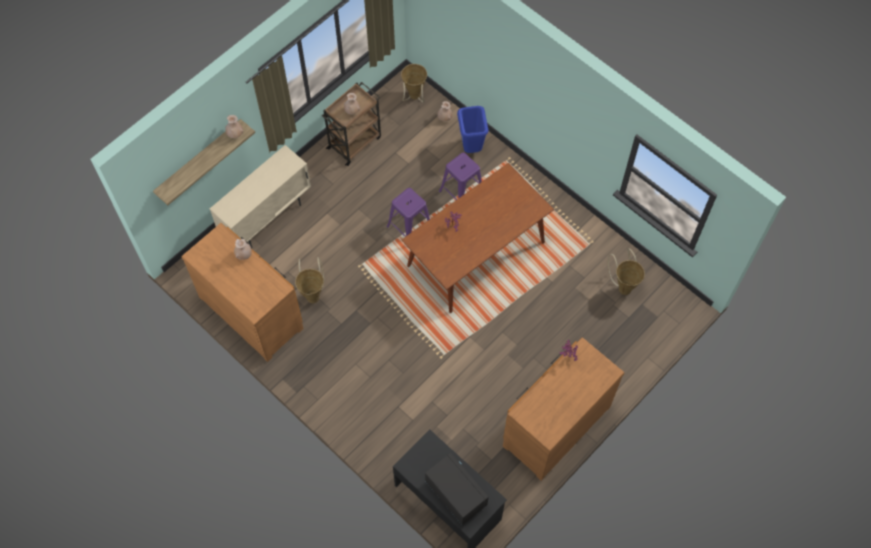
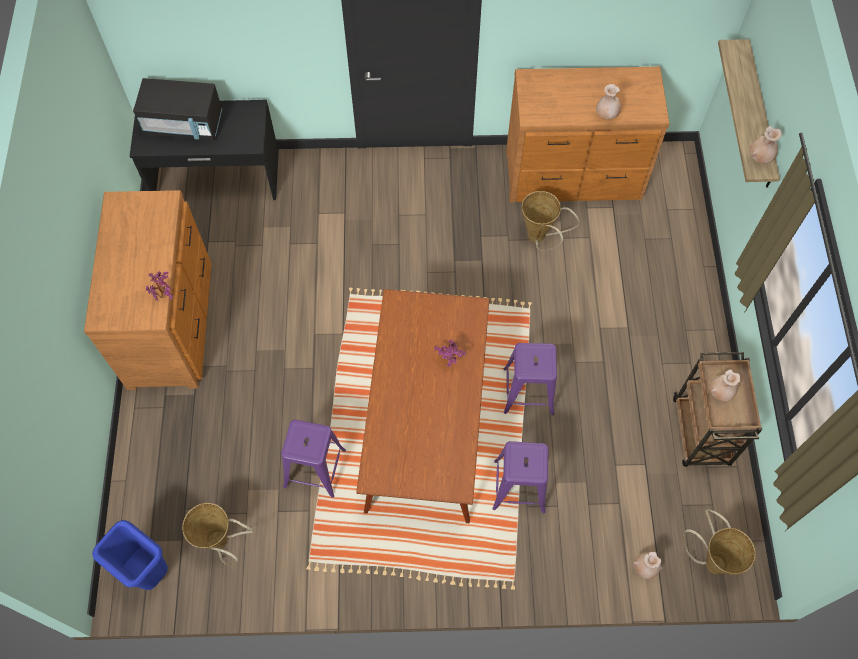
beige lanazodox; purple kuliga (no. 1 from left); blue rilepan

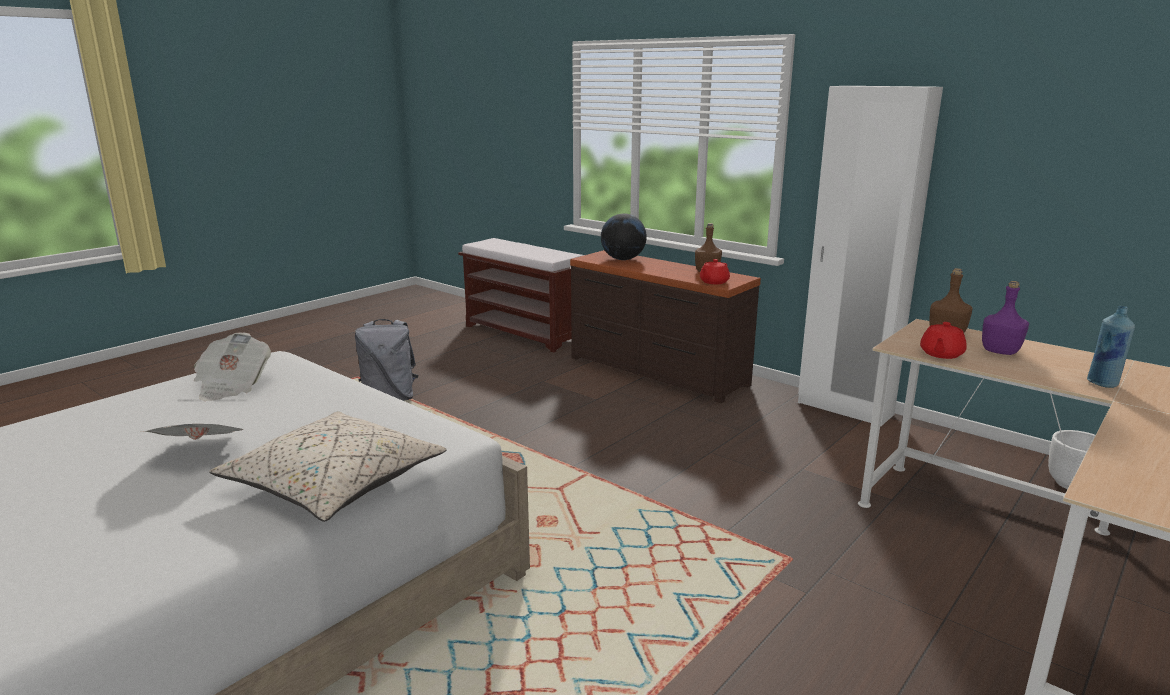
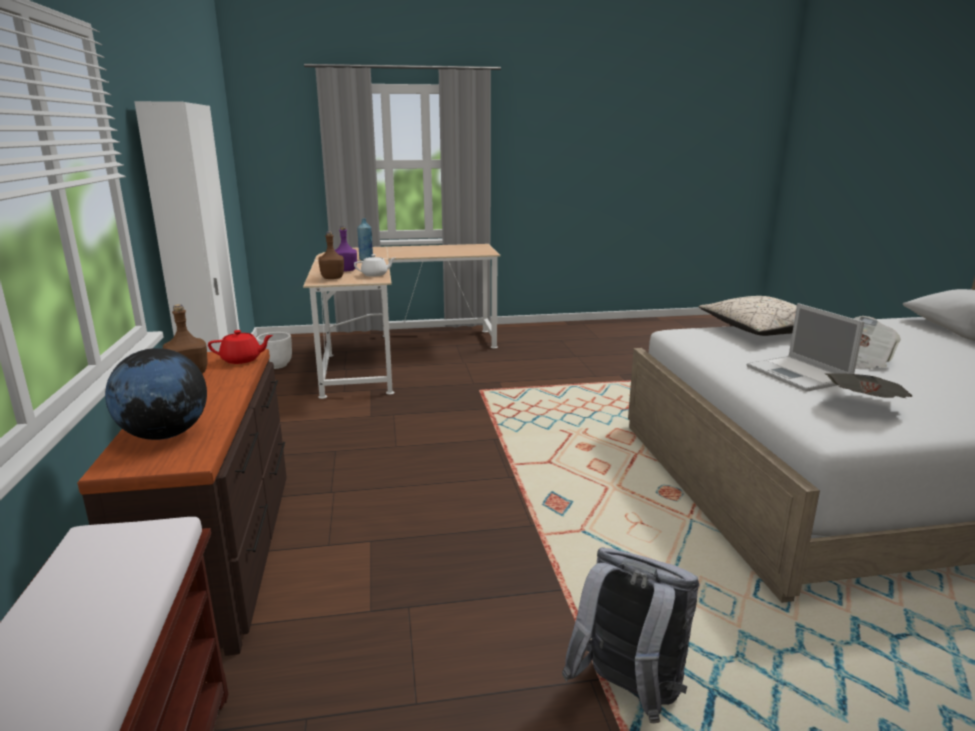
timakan; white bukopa

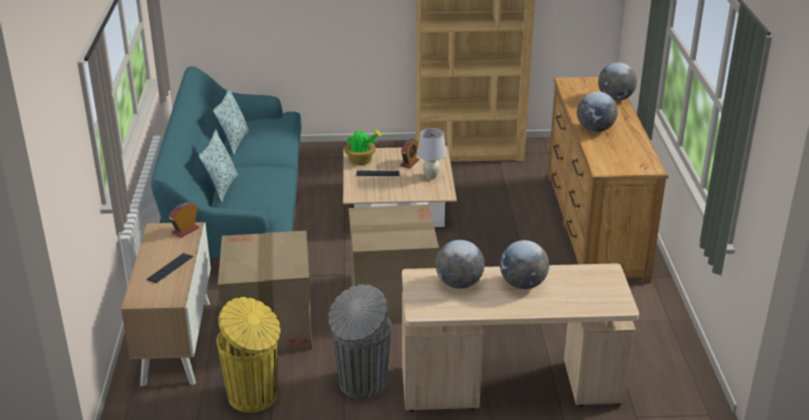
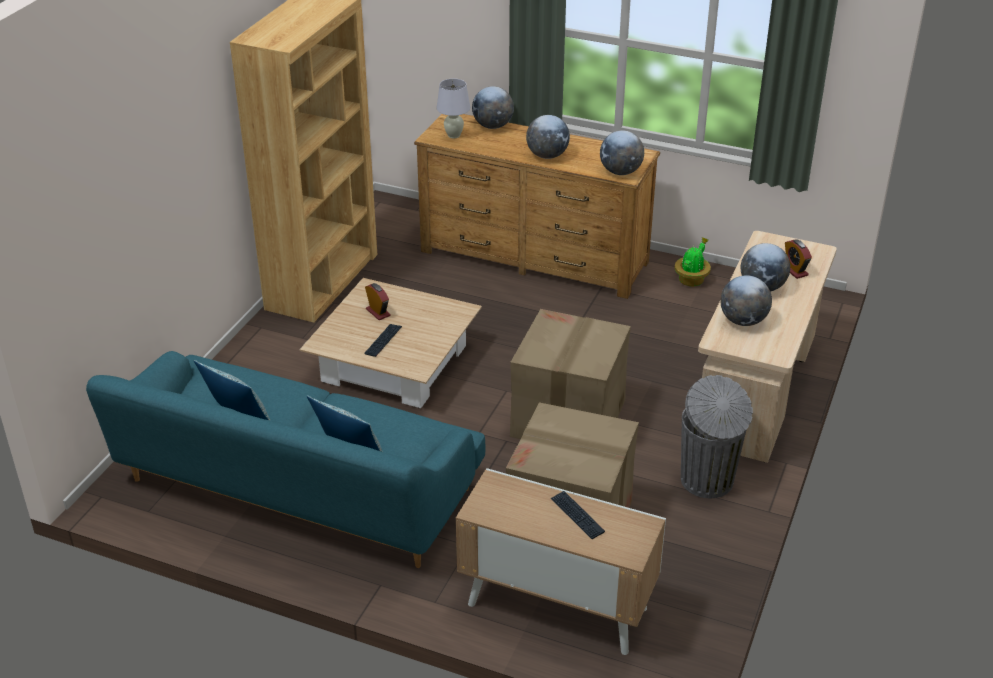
yellow rilepan; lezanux (no. 3 from left); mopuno (no. 2 from left); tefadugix; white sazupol

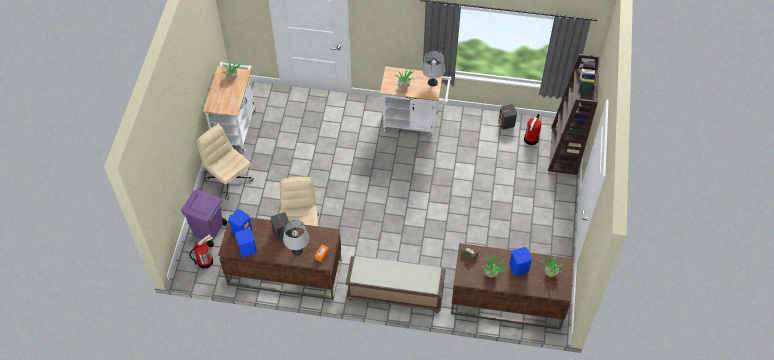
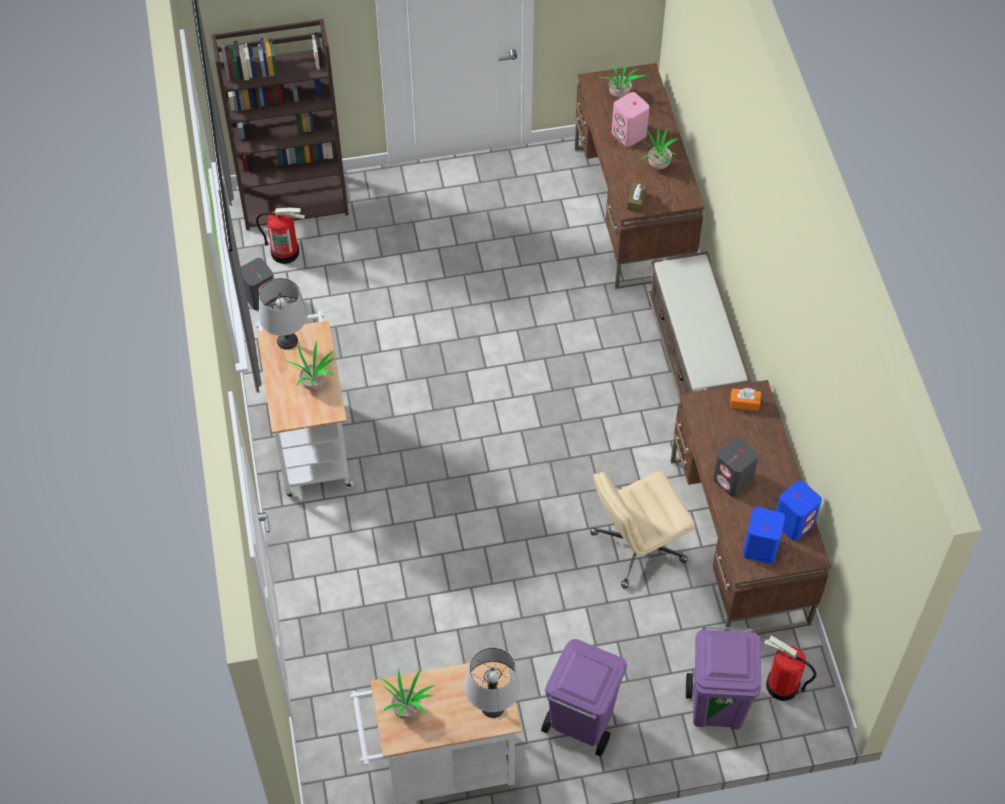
grey sazupol (no. 2 from left); purple rilepan (no. 1 from left); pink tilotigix

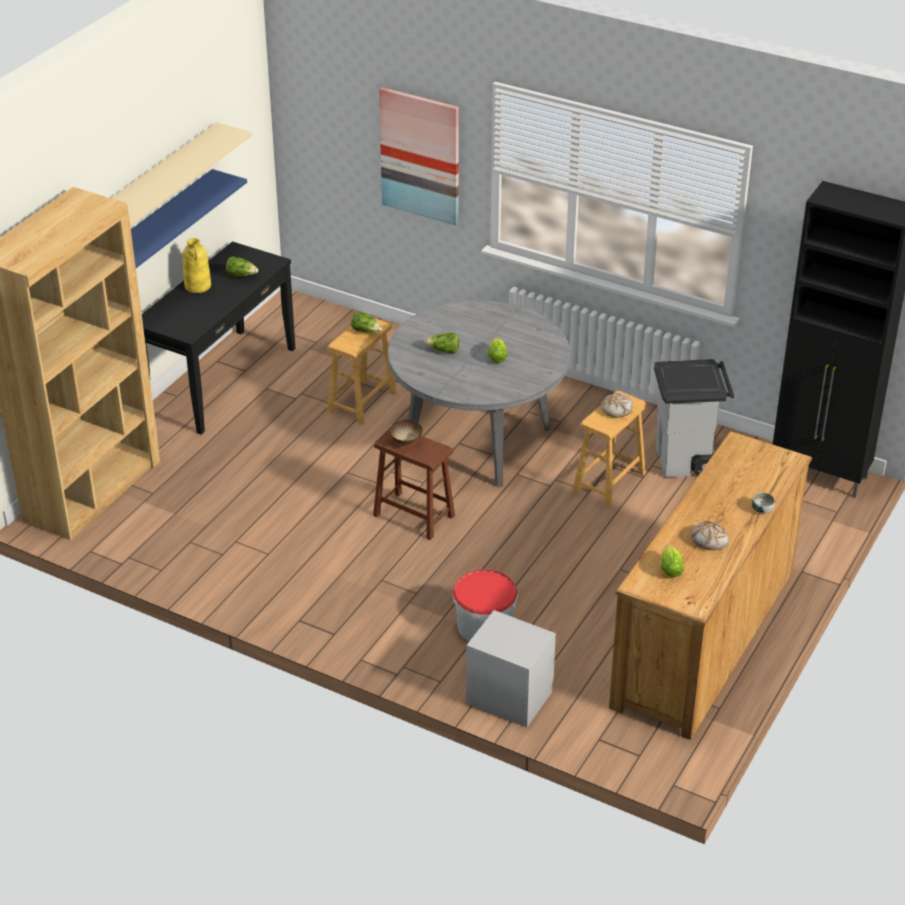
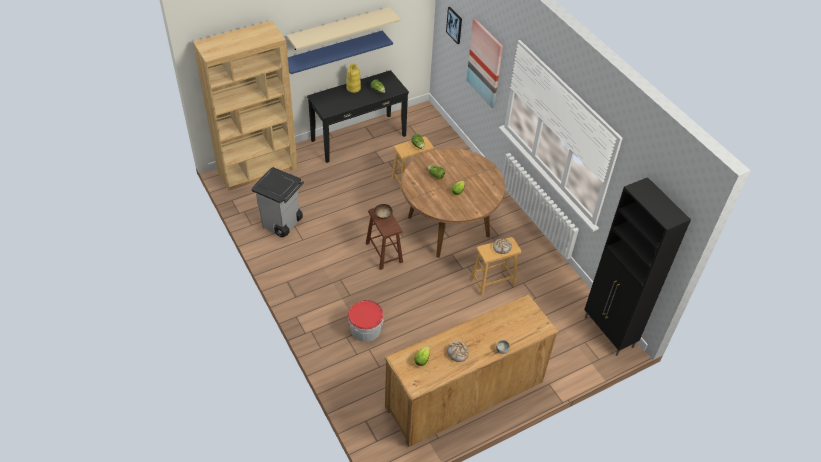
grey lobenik; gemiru (no. 1 from left); grey rilepan; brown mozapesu

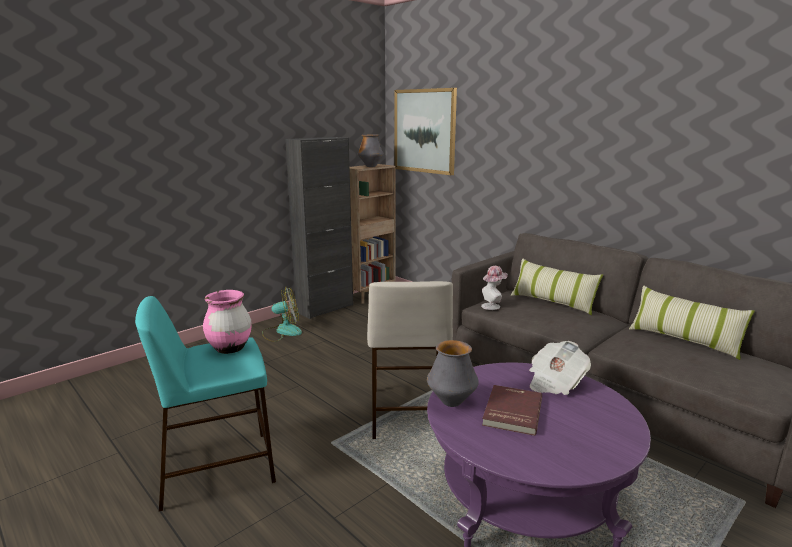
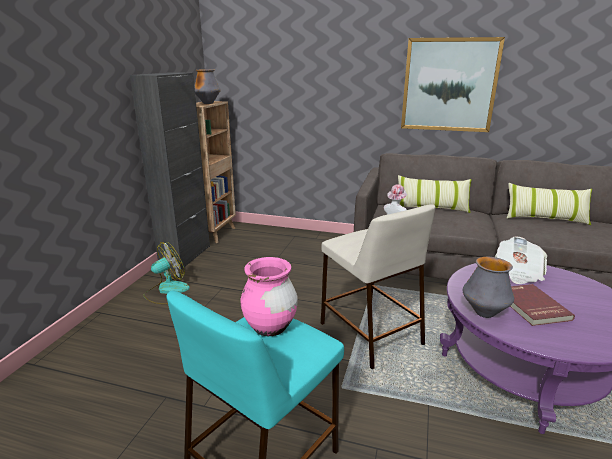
gemiru

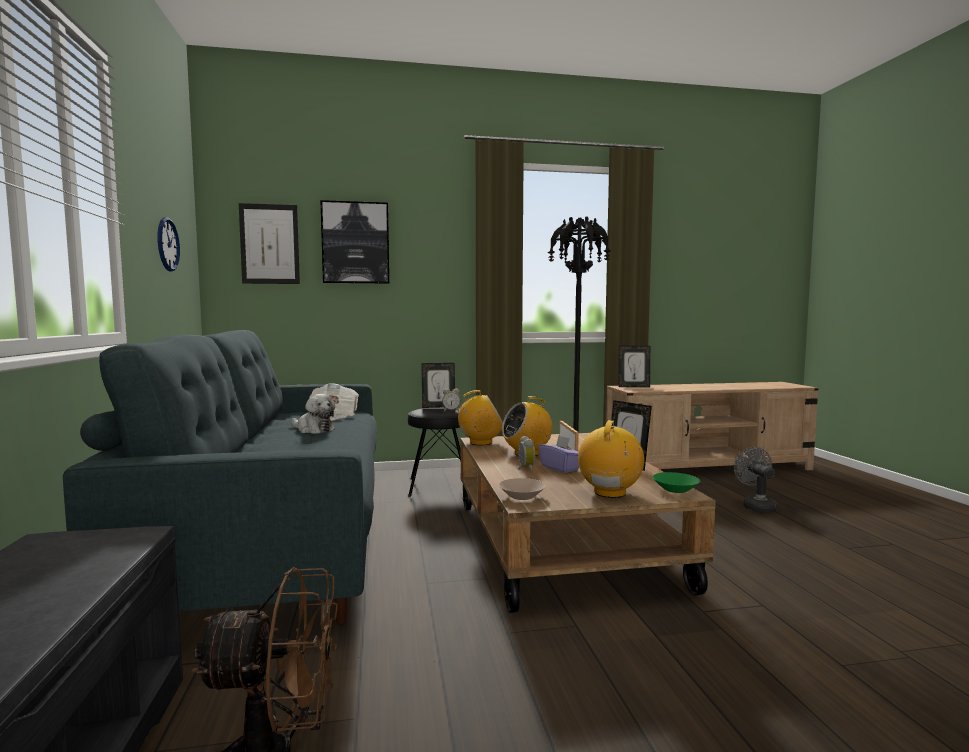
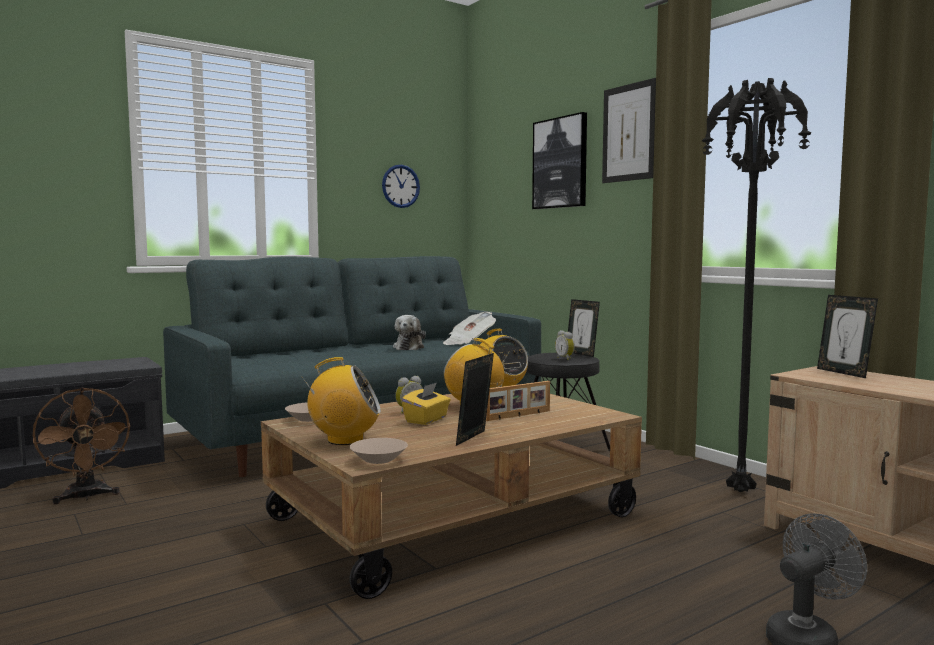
gemiru (no. 2 from left); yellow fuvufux; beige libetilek (no. 2 from left)

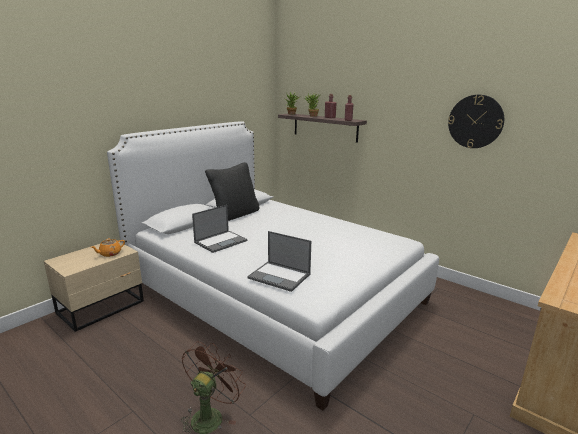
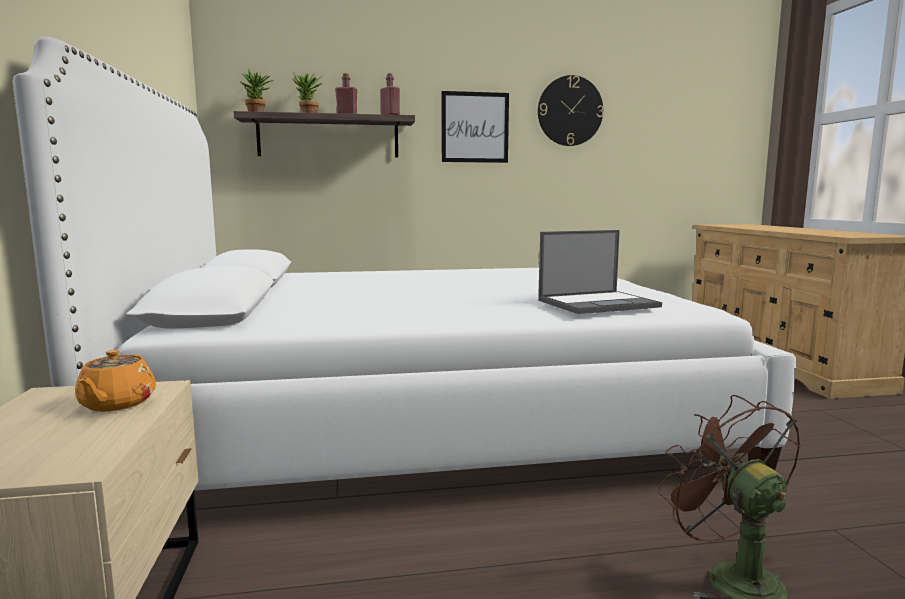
timakan (no. 1 from left in the first image); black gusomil; gemiru

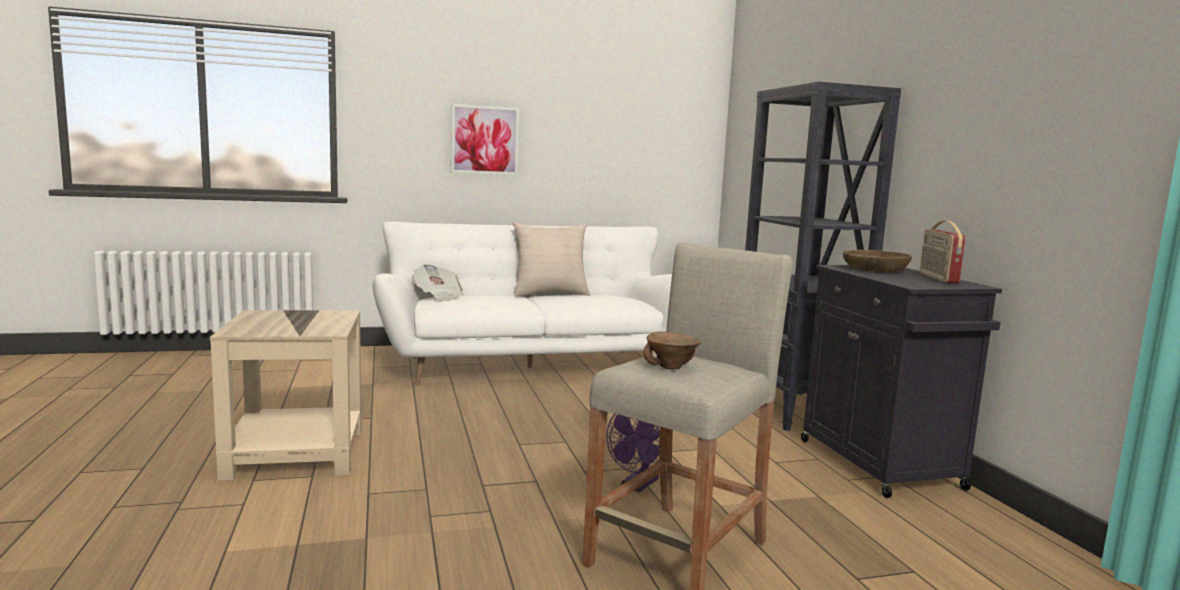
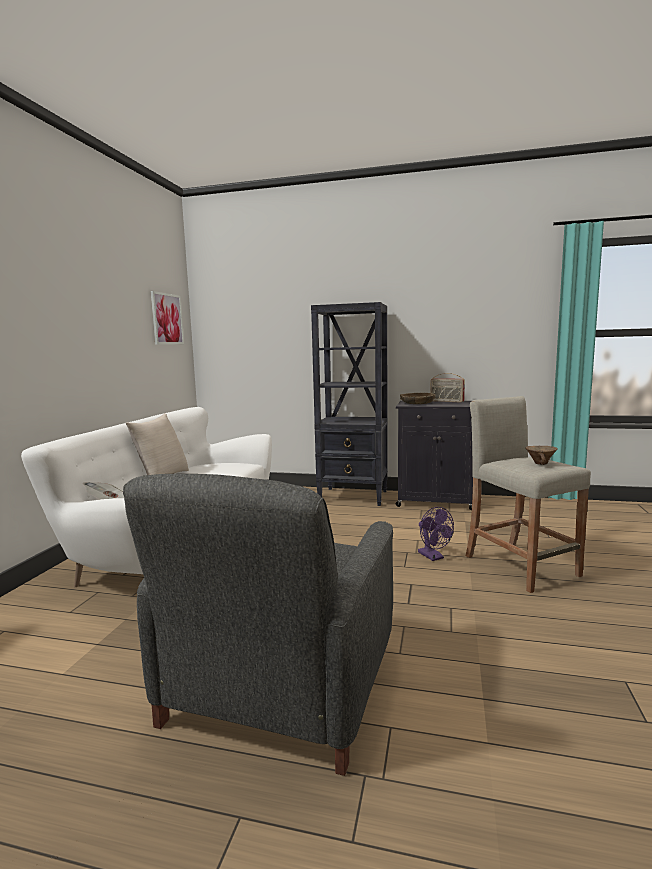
gemiru; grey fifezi

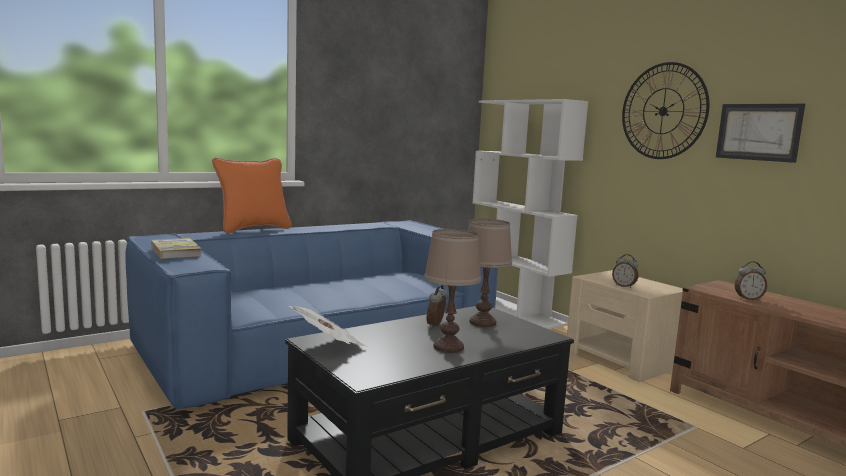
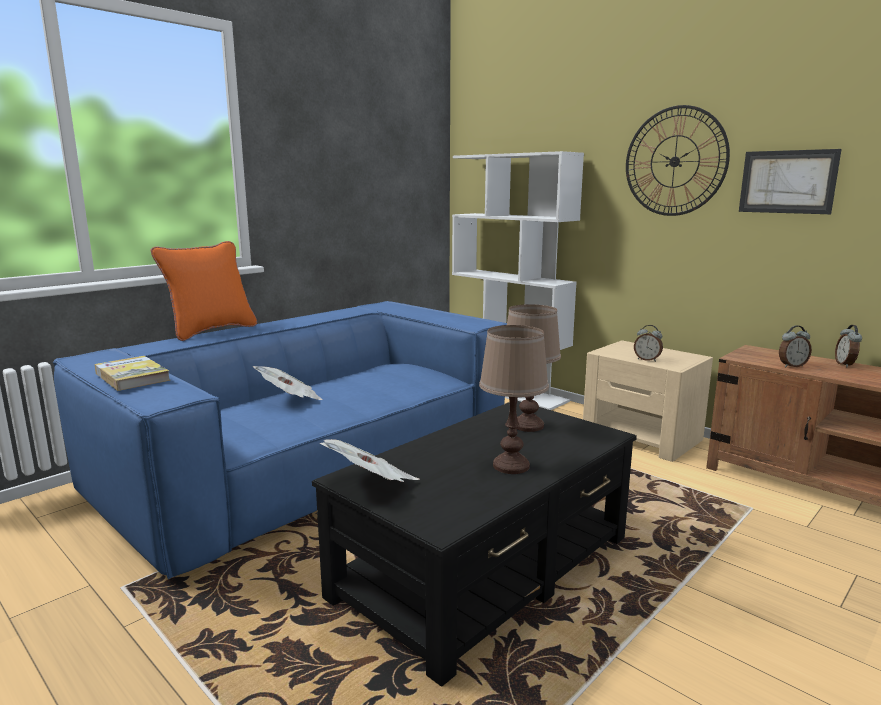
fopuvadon (no. 1 from left); mopuno (no. 3 from left)

